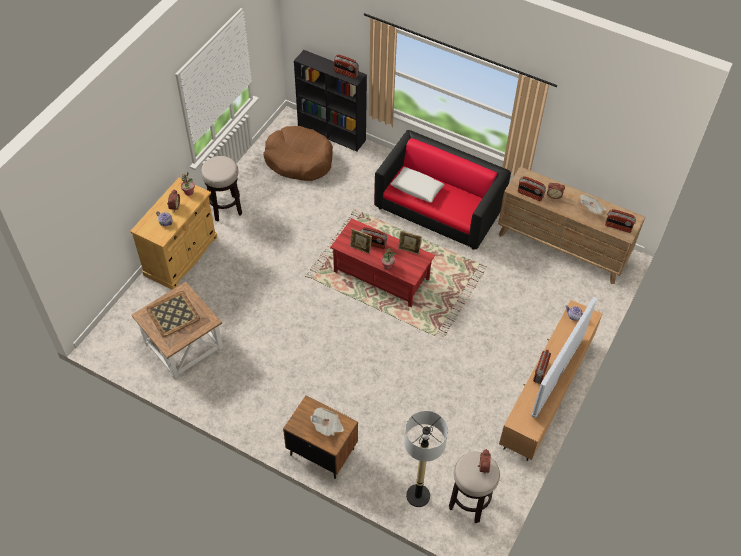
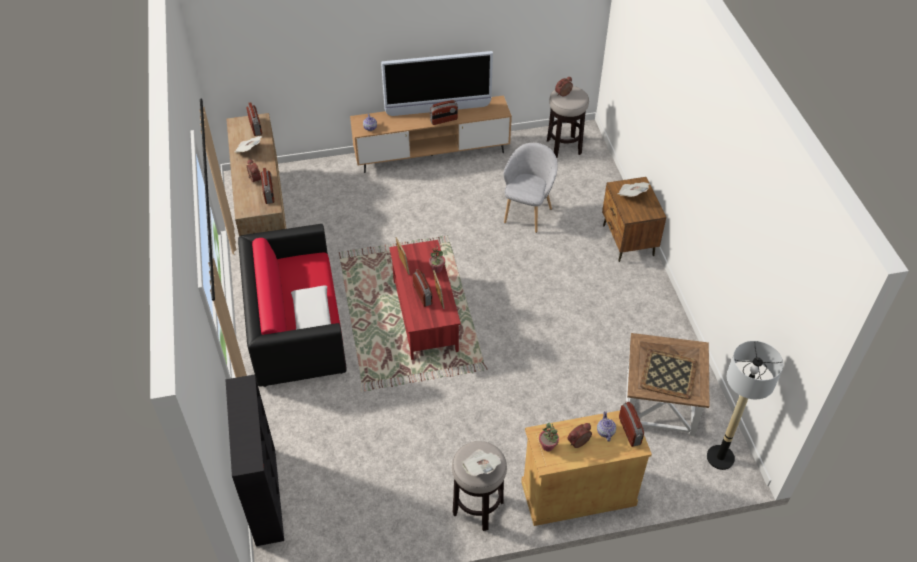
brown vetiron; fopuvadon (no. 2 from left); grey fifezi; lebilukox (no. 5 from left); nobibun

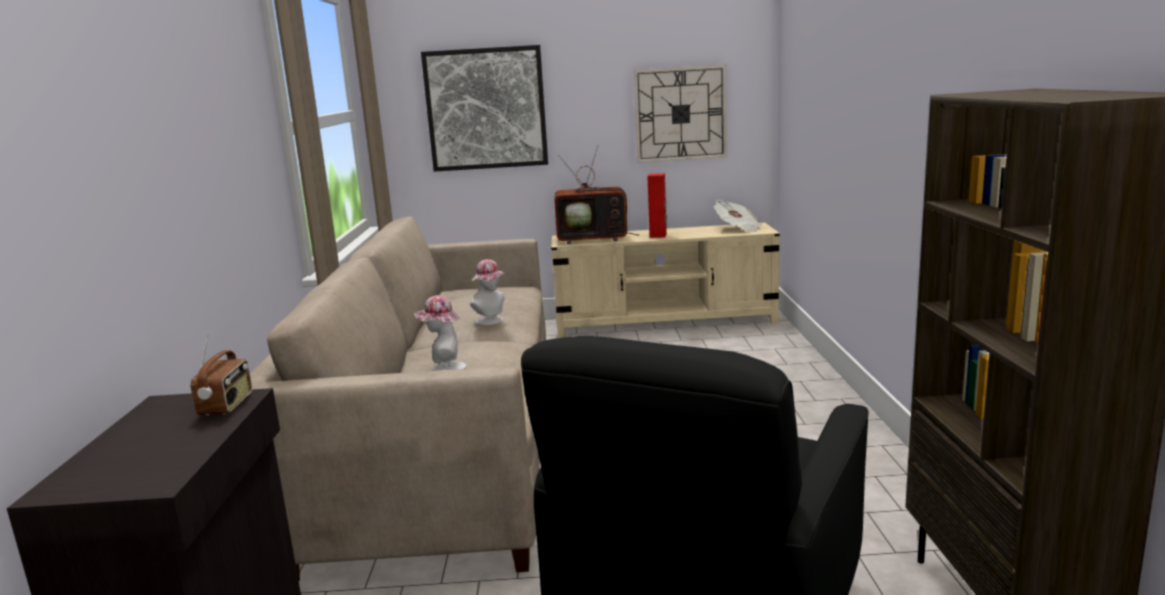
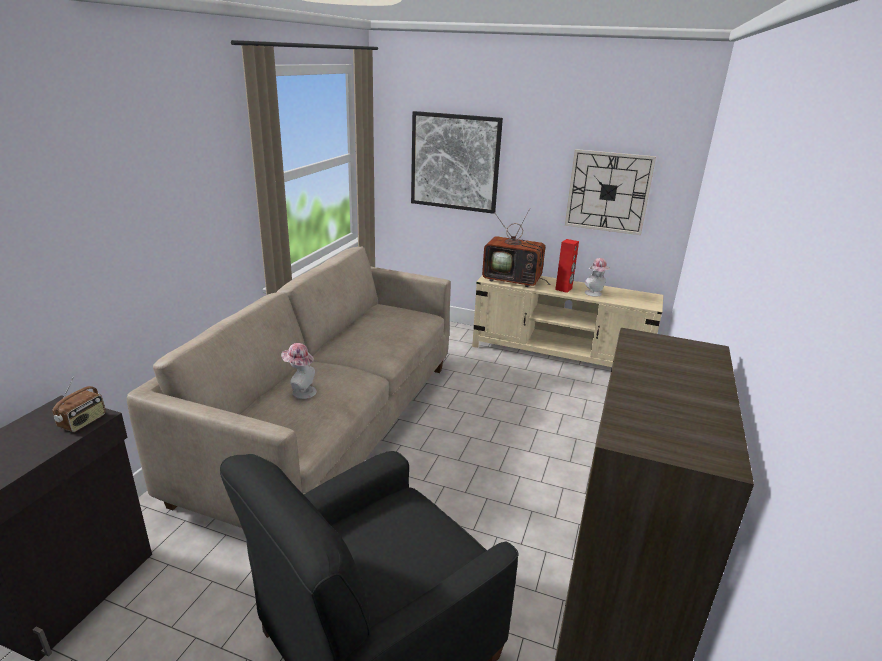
fopuvadon; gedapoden (no. 2 from left)

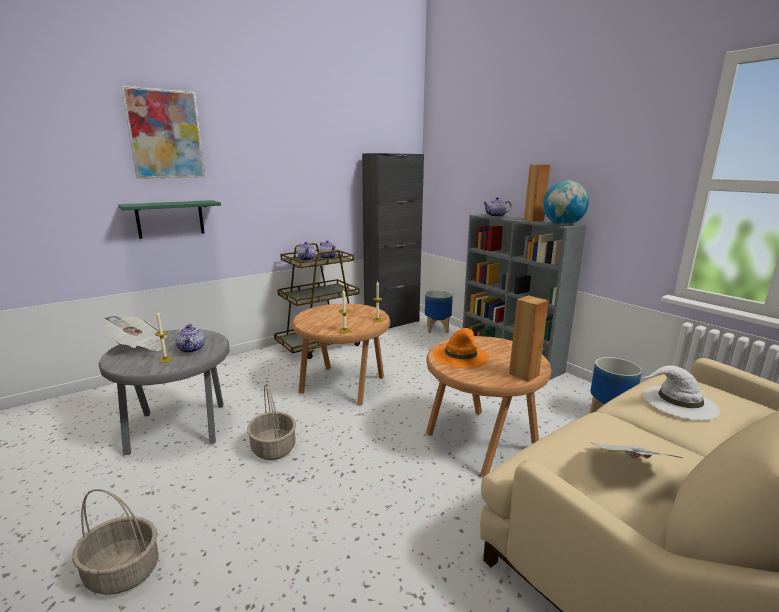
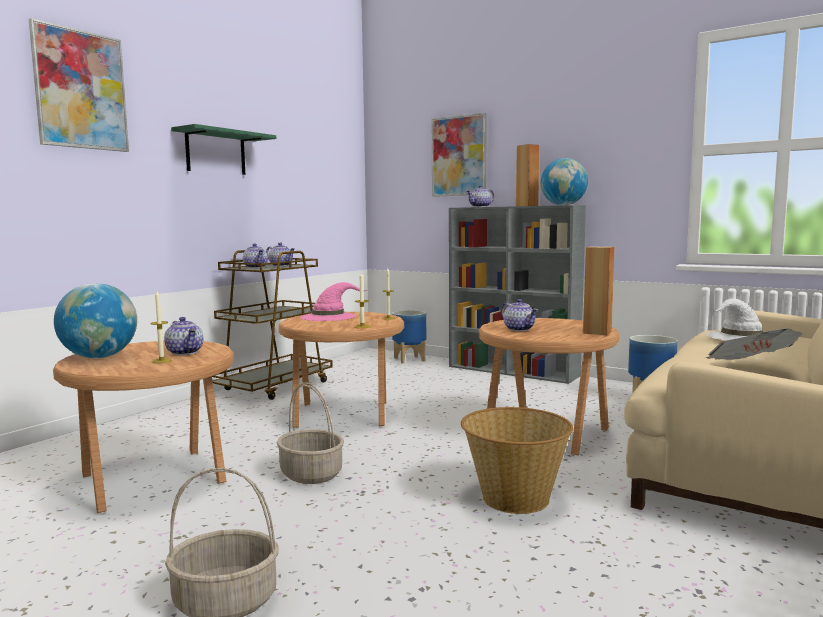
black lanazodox; pink gedapoden; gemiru (no. 2 from left); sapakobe (no. 3 from left); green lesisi; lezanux (no. 1 from left); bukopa (no. 5 from left); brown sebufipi (no. 1 from left)

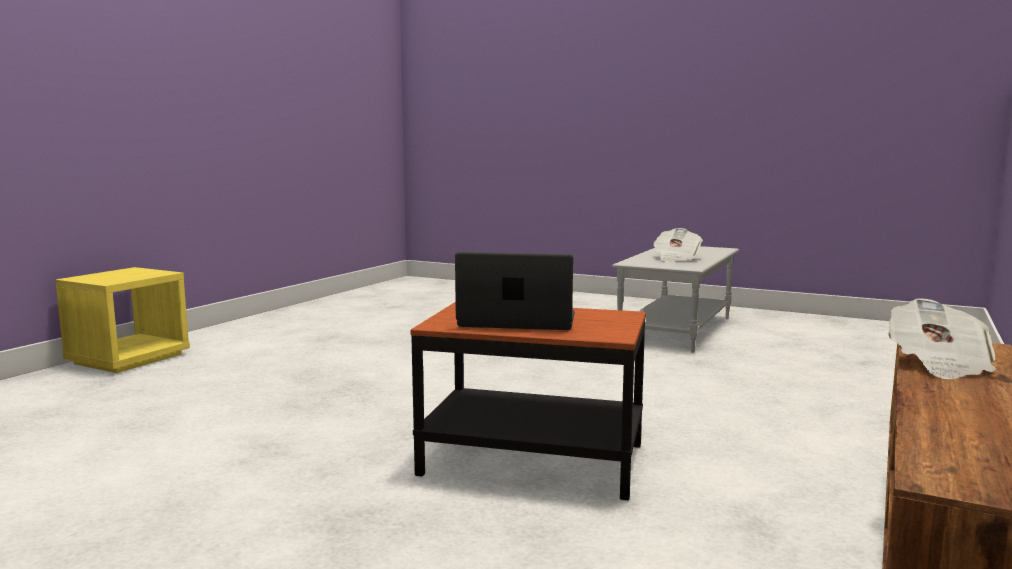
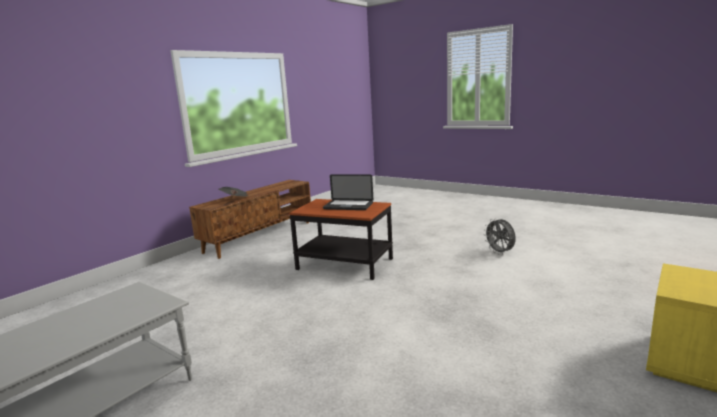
fopuvadon (no. 1 from left in the first image); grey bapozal

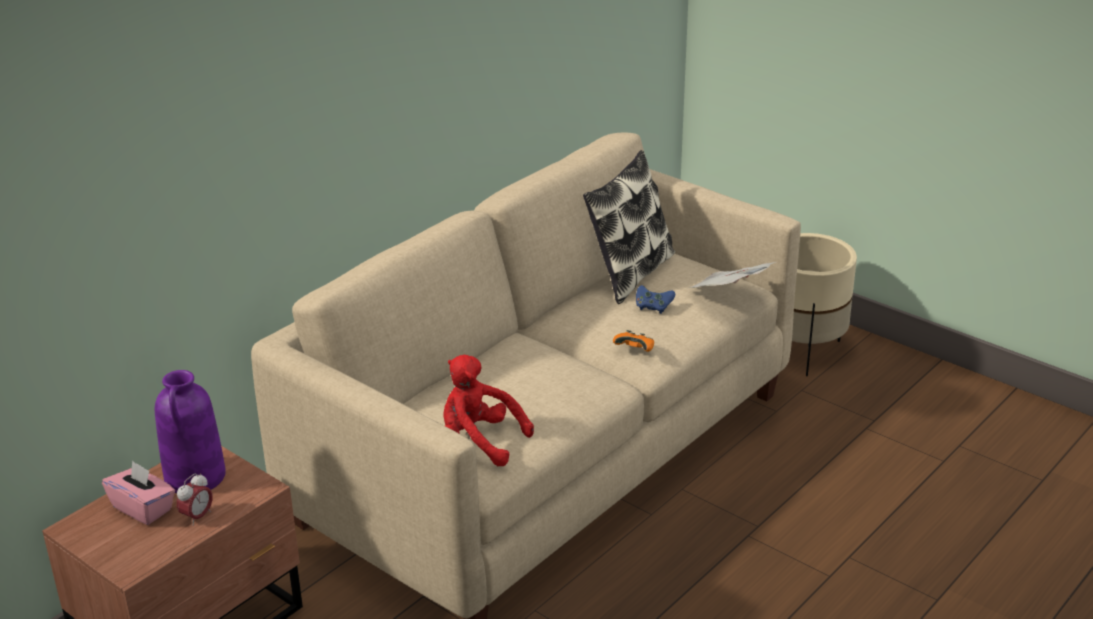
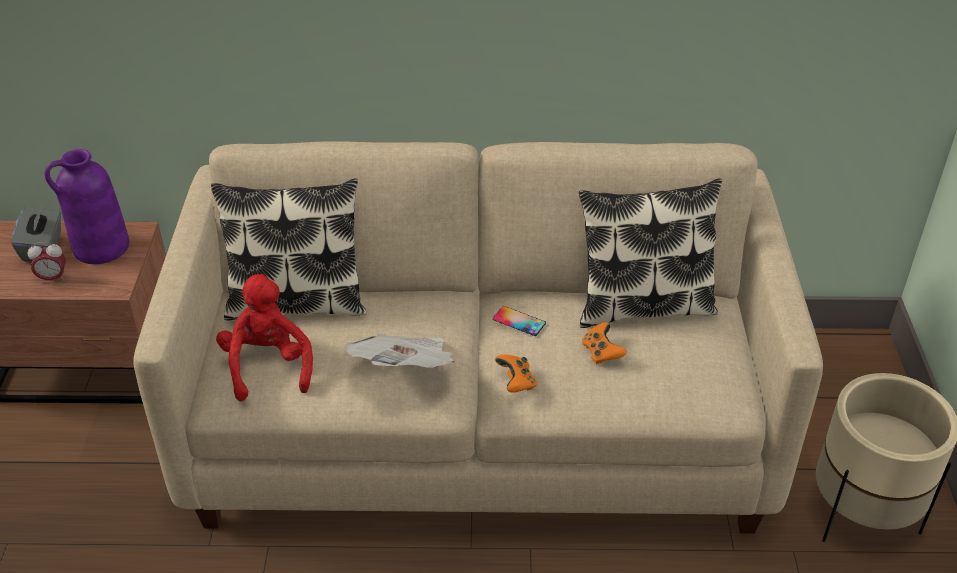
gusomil (no. 1 from left); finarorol; fopuvadon; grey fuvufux; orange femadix (no. 2 from left)

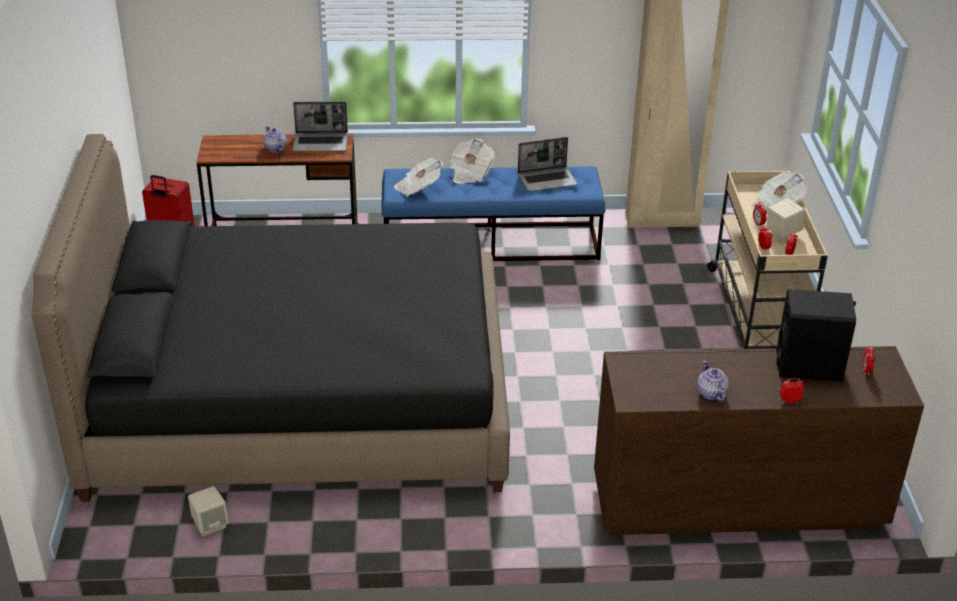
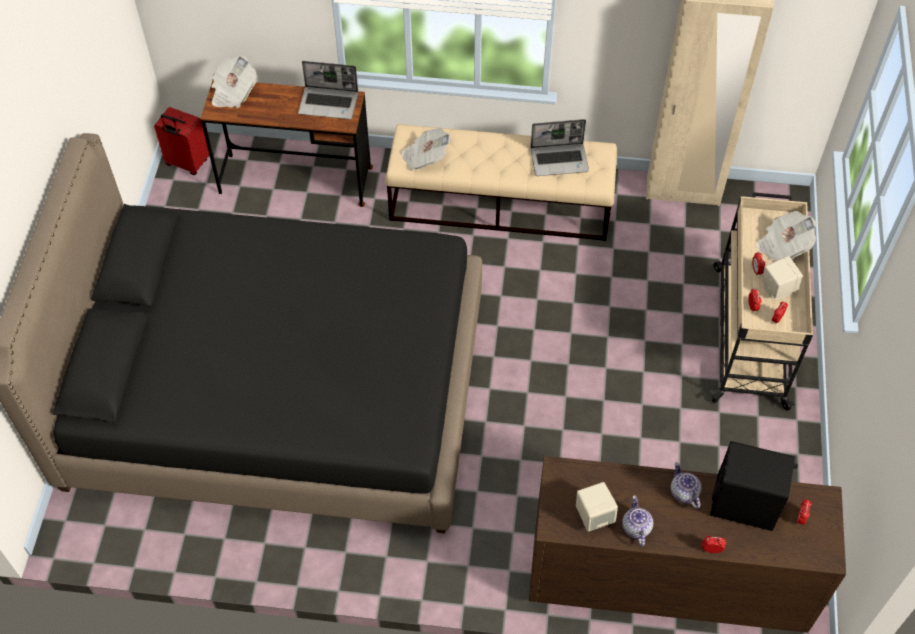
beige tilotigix (no. 1 from left); bukopa (no. 2 from left); fopuvadon (no. 1 from left); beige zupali

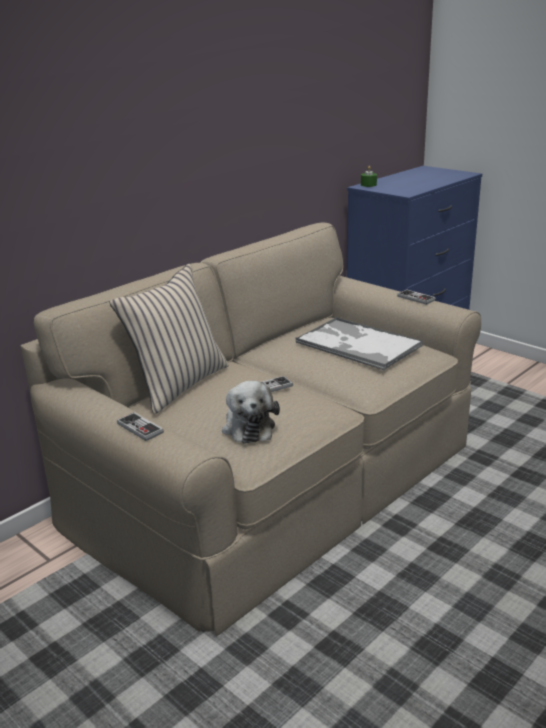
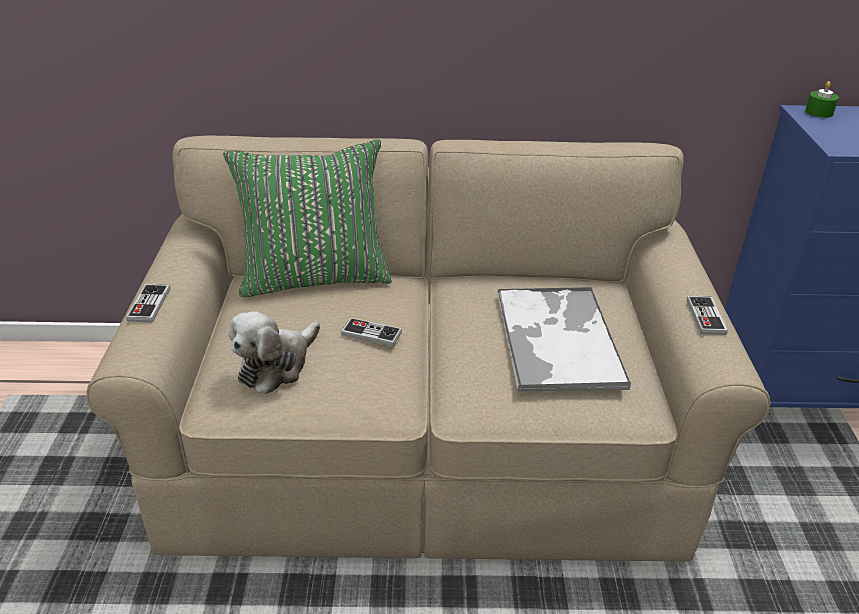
green gusomil

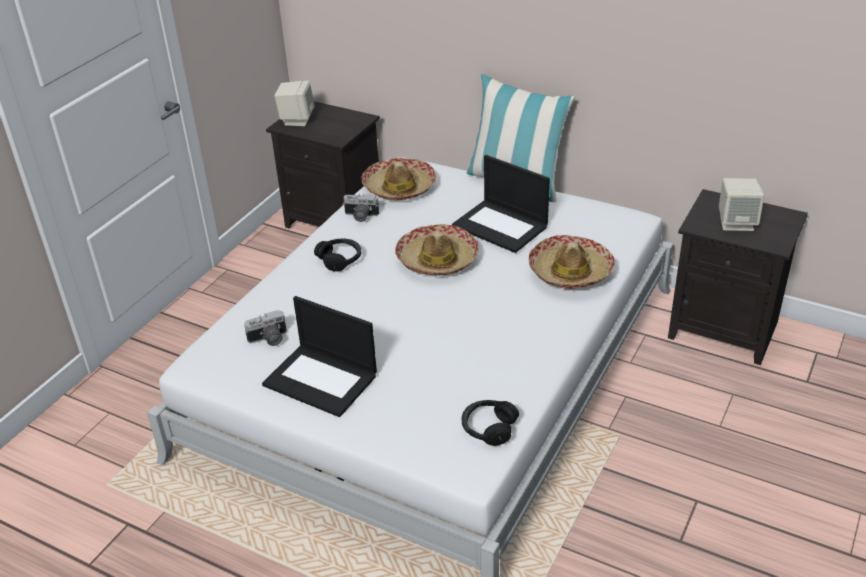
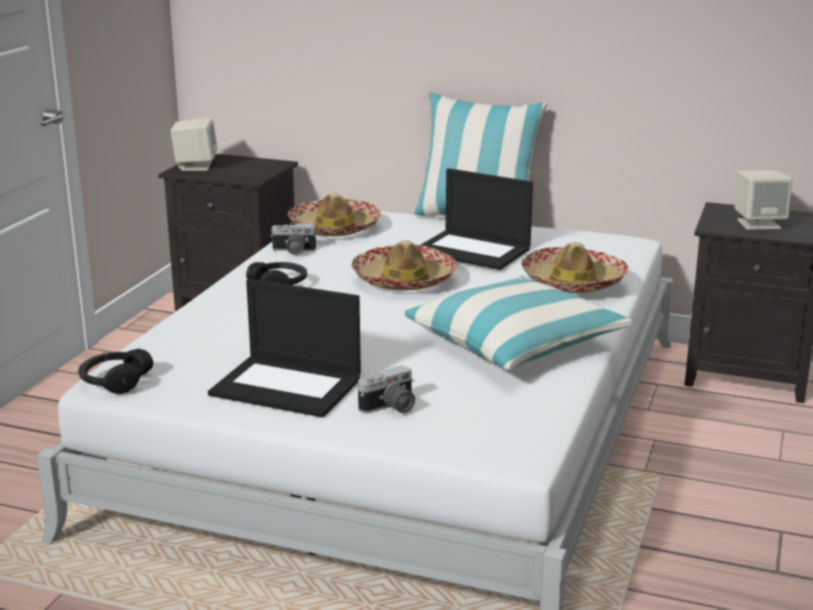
gusomil (no. 2 from left); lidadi (no. 2 from left); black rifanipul (no. 1 from left)

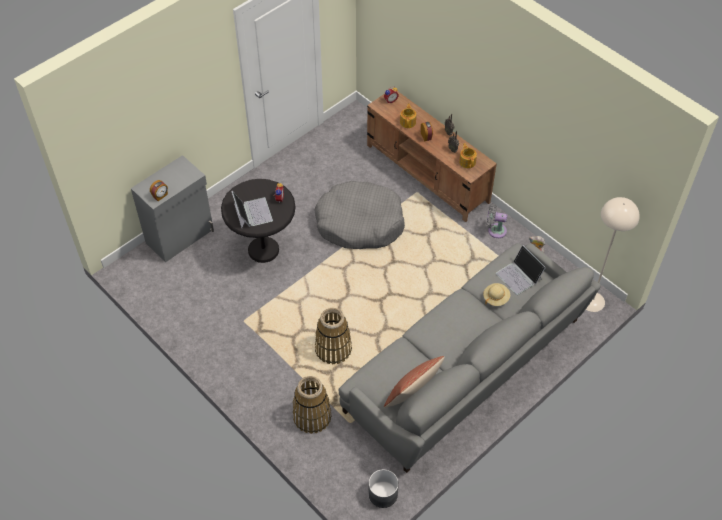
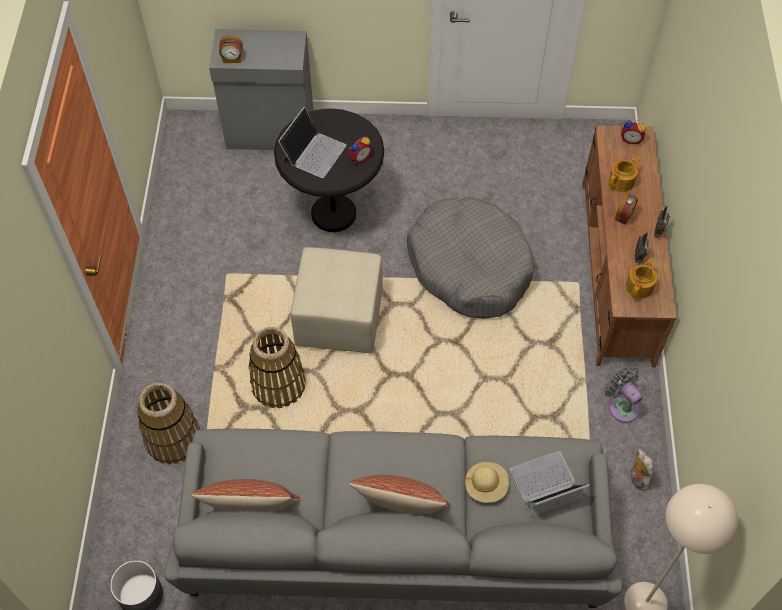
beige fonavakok; gusomil (no. 2 from left); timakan (no. 2 from left)

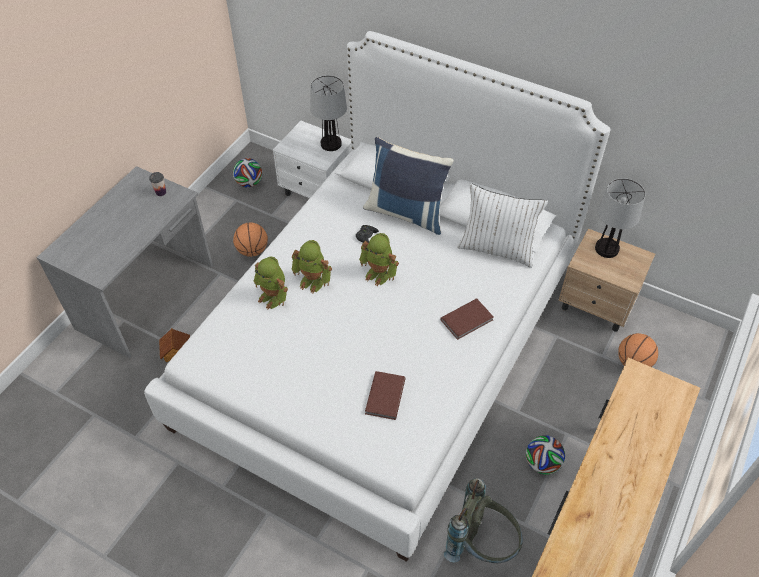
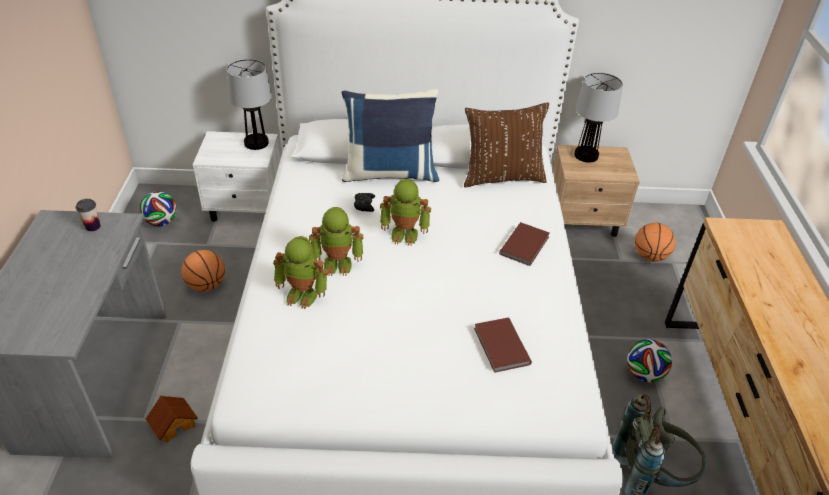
brown gusomil

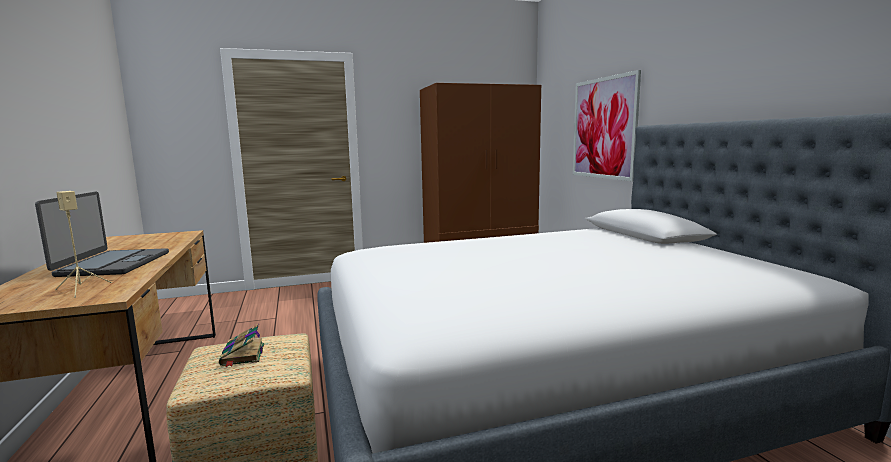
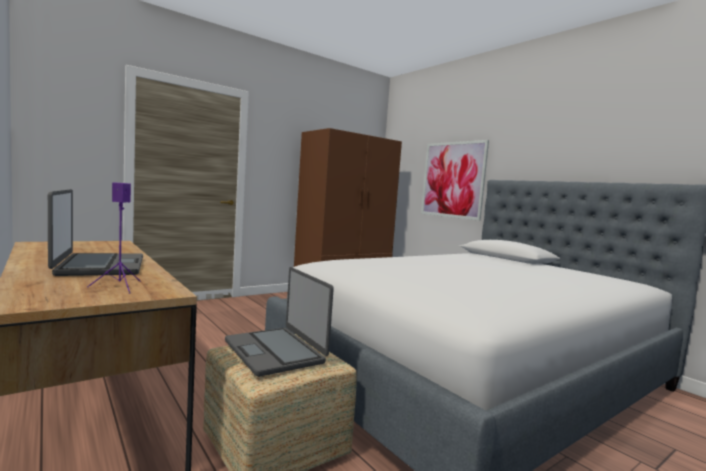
timakan (no. 2 from left); purple tilotigix

